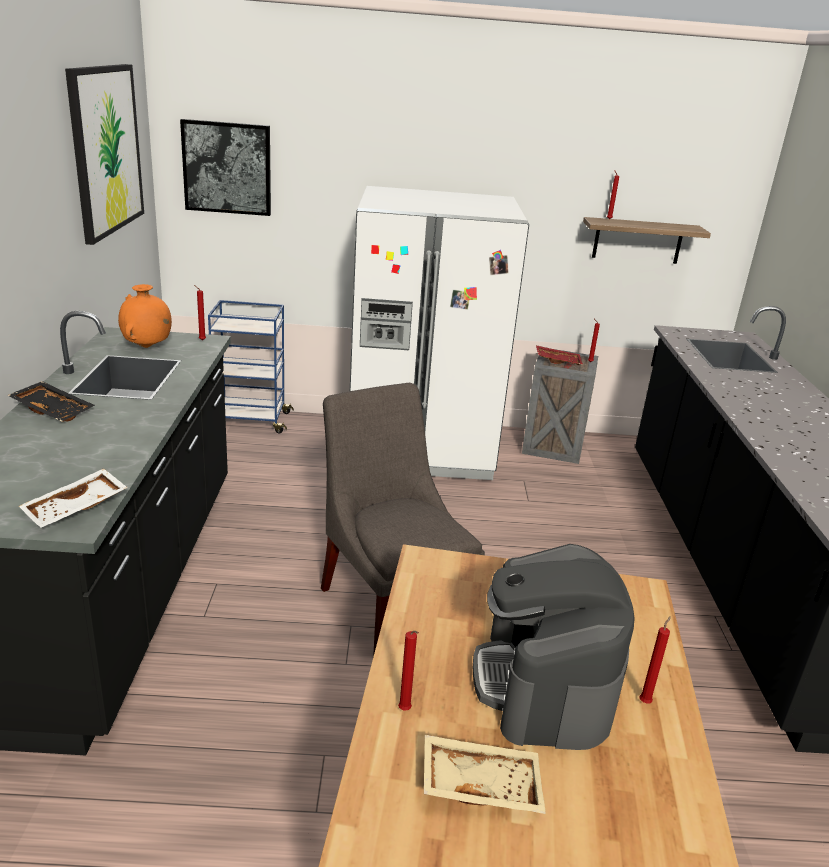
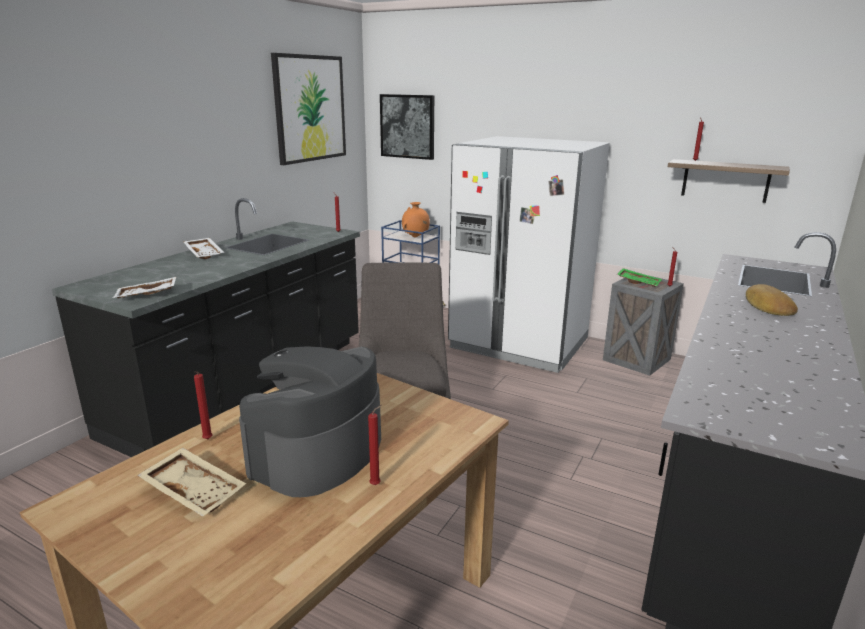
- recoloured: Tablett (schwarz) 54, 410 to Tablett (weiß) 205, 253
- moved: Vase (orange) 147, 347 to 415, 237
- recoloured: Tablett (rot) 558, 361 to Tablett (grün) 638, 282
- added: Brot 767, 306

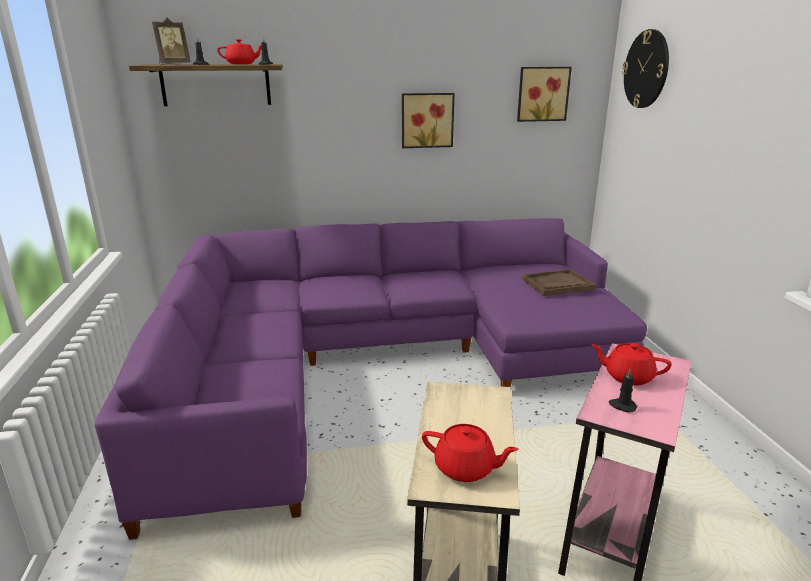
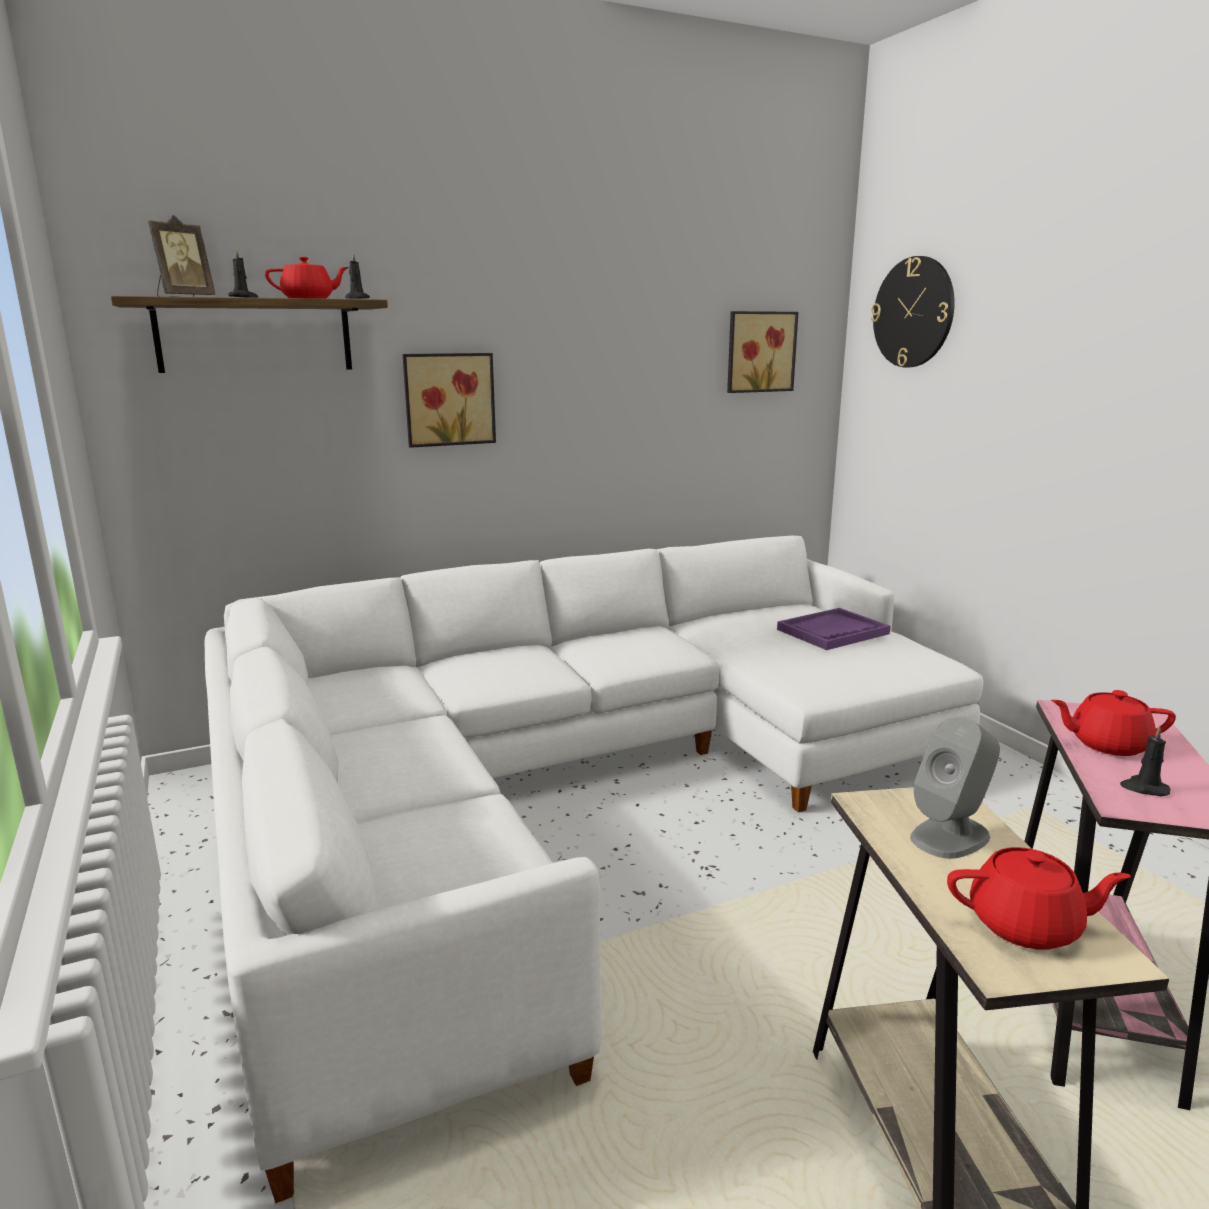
- recoloured: Sofa (lila) 378, 362 to Sofa (weiß) 575, 789
- moved: Bild 427, 120 to 448, 399
- recoloured: Tablett (braun) 557, 284 to Tablett (lila) 832, 632
- added: Lautsprecher (grau) 950, 836

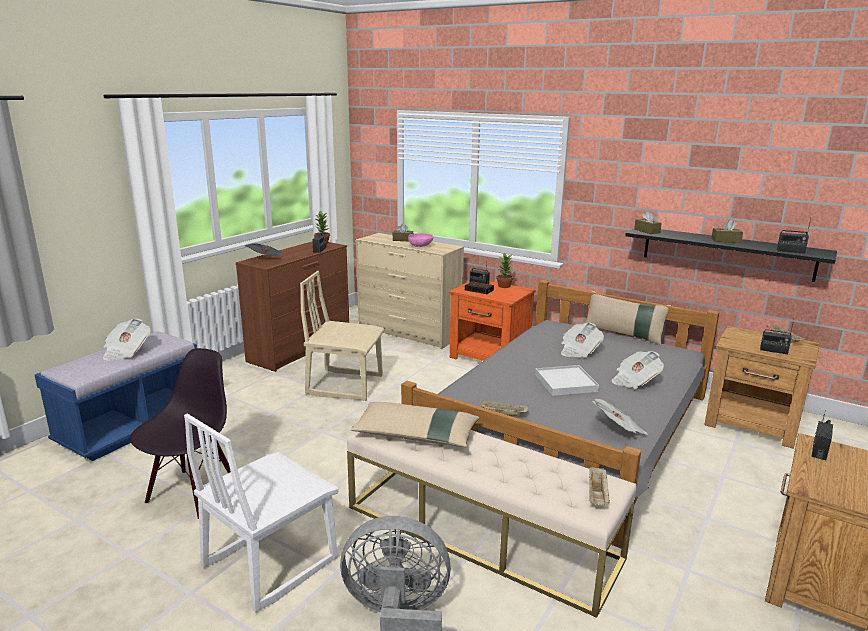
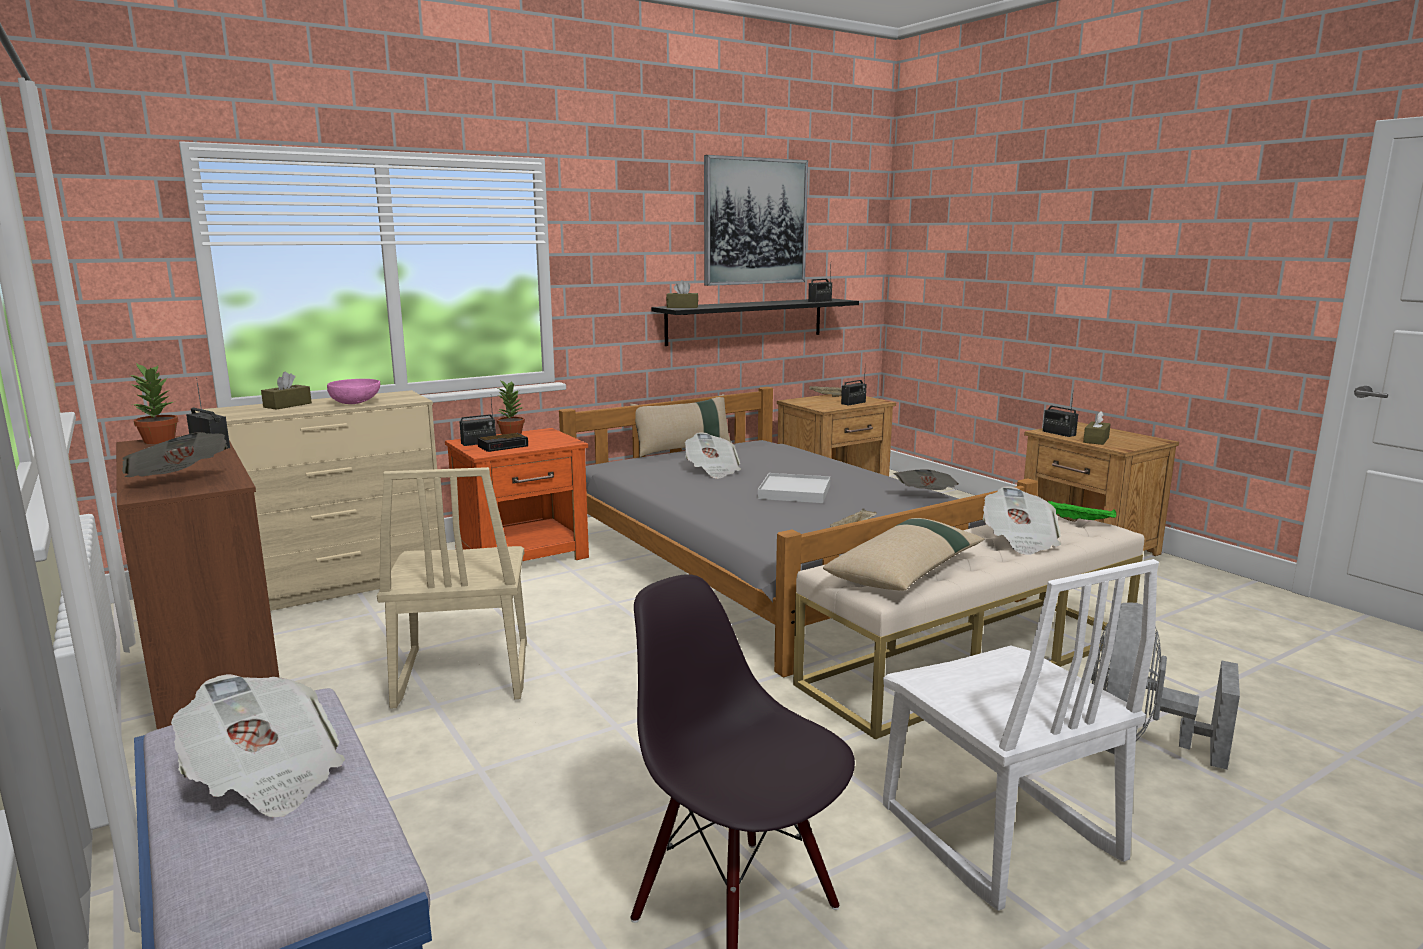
- turned: Stuhl (beige) 345, 385 = 461, 676 45 degrees counterclockwise
- added: Bild 755, 221
- moved: Zeitung 634, 381 to 1019, 541
- recoloured: Tablett (beige) 597, 495 to Tablett (grün) 1080, 521
- moved: Taschentuchbox (braun) 726, 240 to 1096, 440

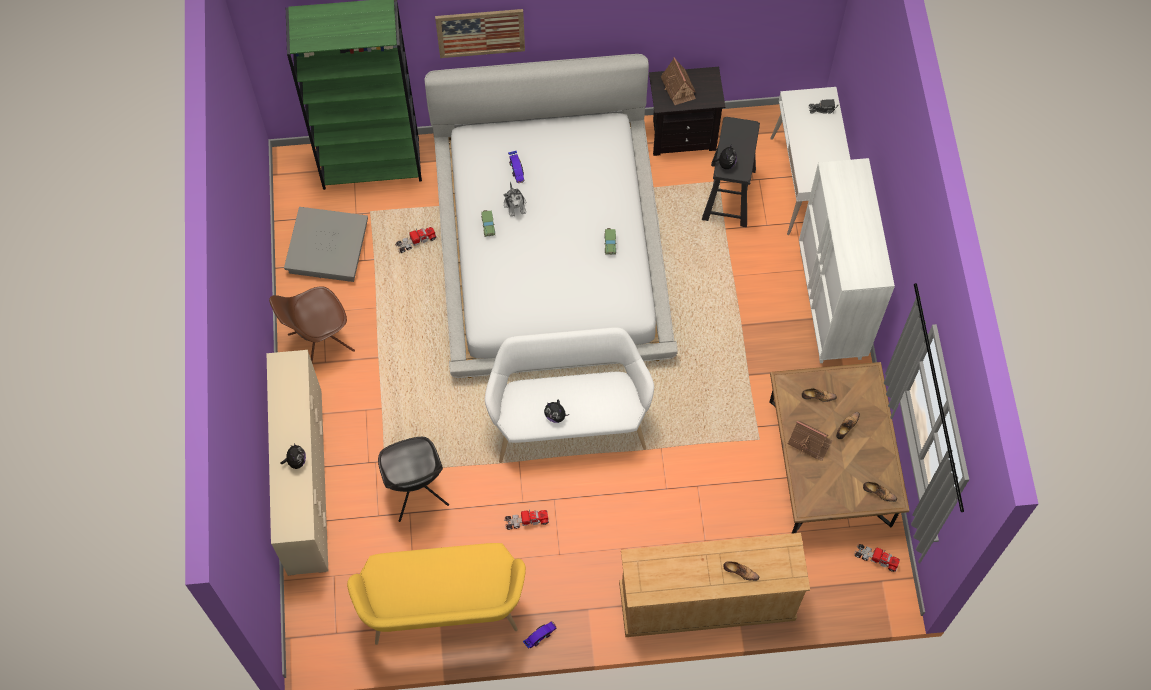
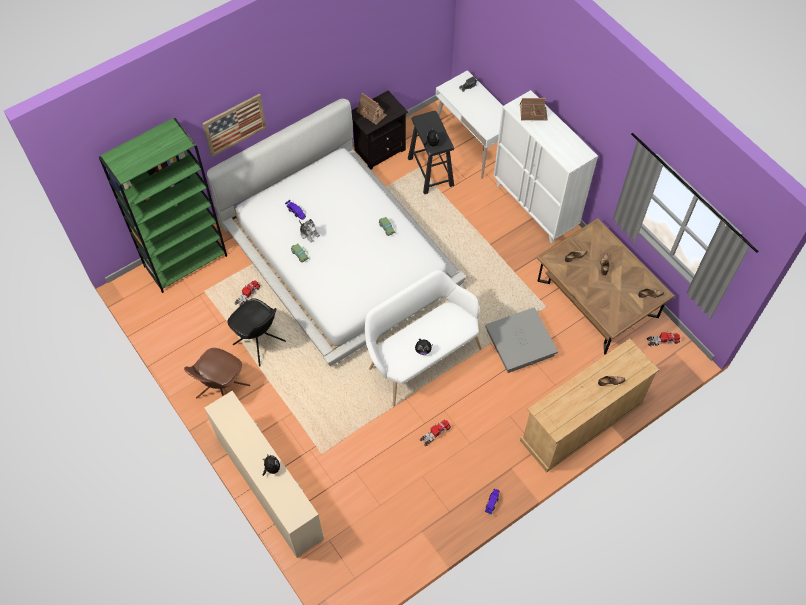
- moved: Stuhl (schwarz) 416, 492 to 260, 343
- moved: Aufbewahrungsbox (grau) 327, 248 to 519, 343
- moved: Spielzeughaus 809, 442 to 532, 113
- removed: Bank (gelb) 444, 612

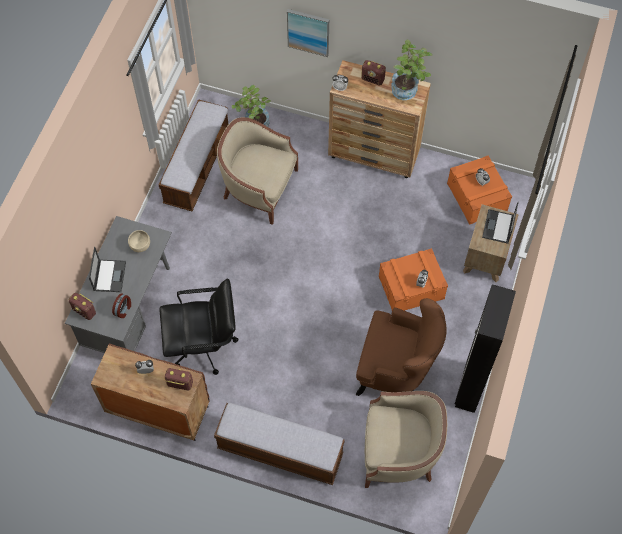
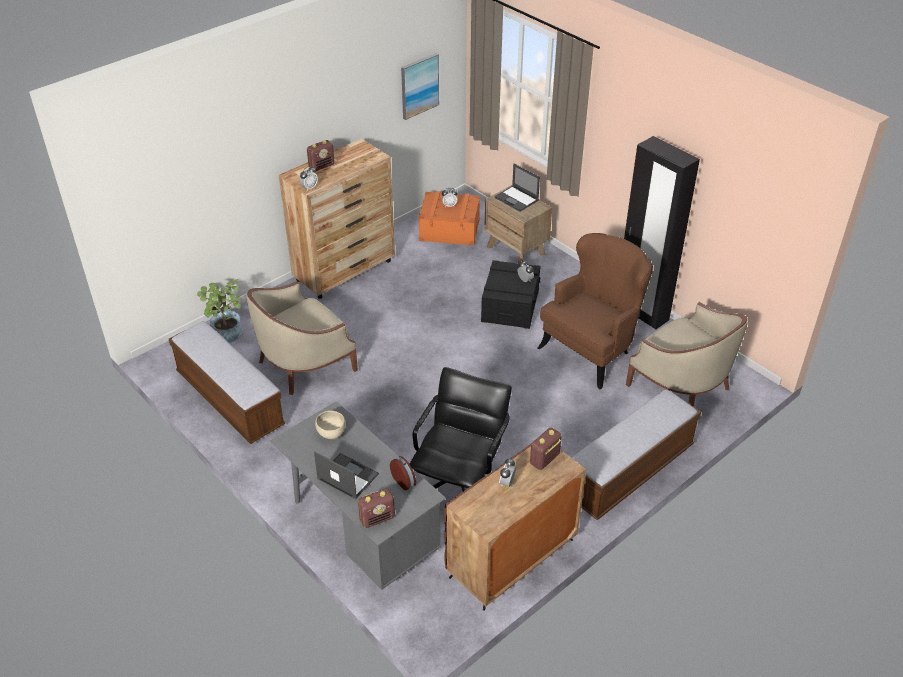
- moved: Bild 308, 32 to 419, 86
- recoloured: Aufbewahrungsbox (orange) 411, 287 to Aufbewahrungsbox (schwarz) 510, 306
- turned: Sessel (beige) 399, 452 = 681, 384 105 degrees clockwise
- removed: Topfpflanze 408, 91

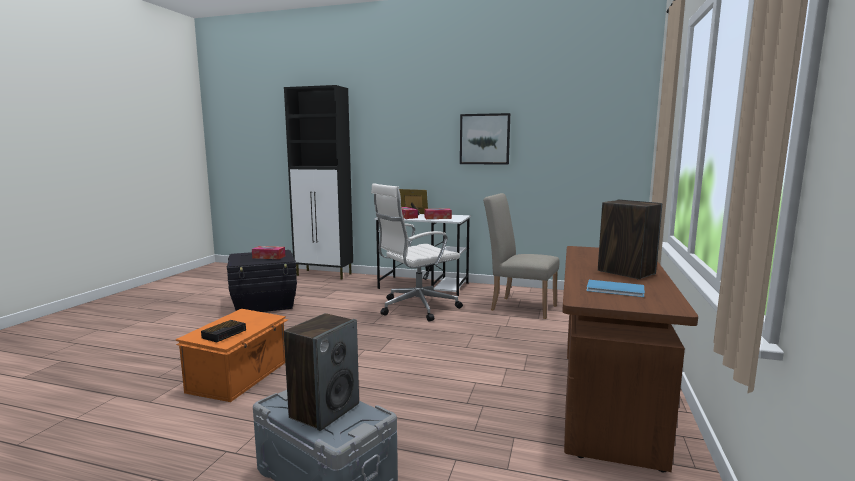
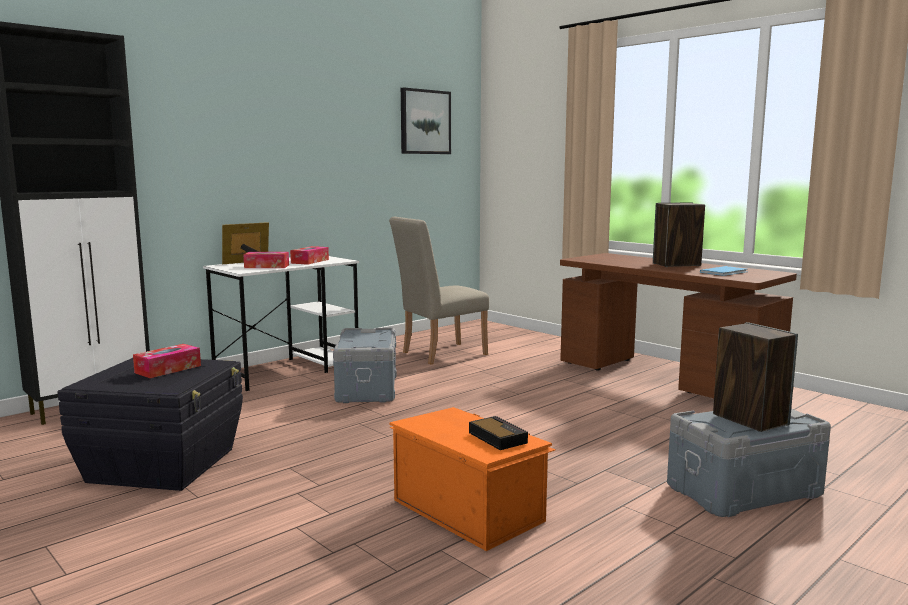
- replaced: Bürostuhl (weiß) 416, 308 to Aufbewahrungsbox (grau) 366, 388
- moved: Bild 484, 139 to 425, 122

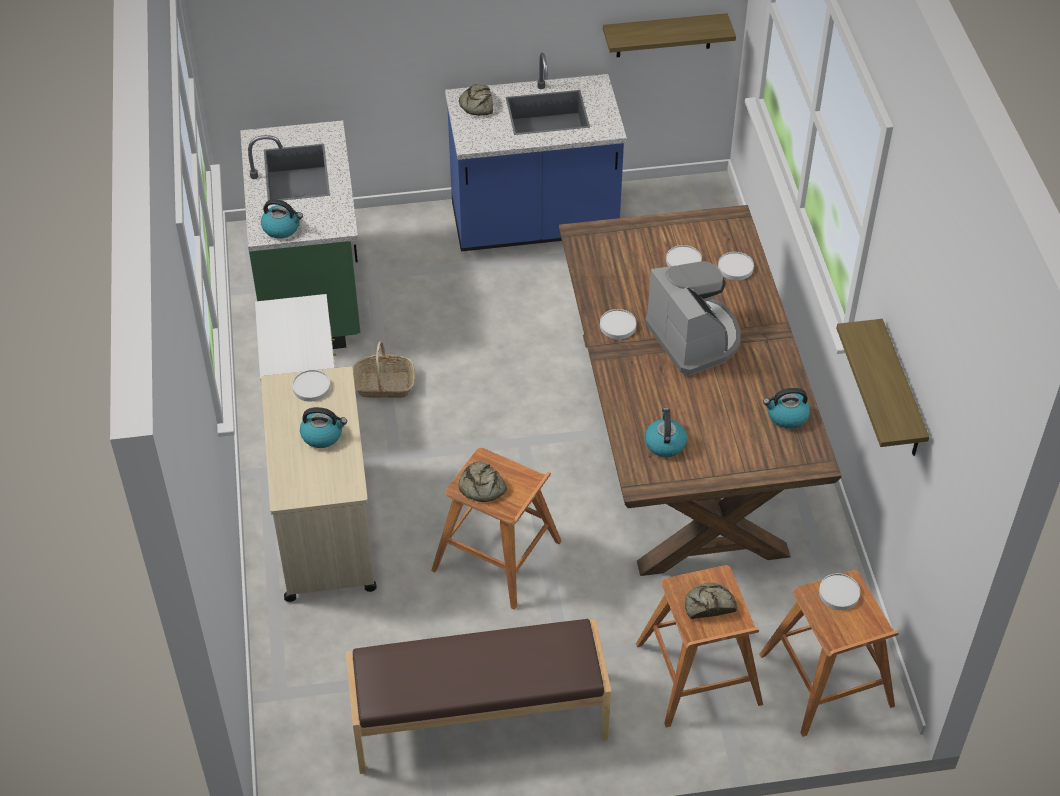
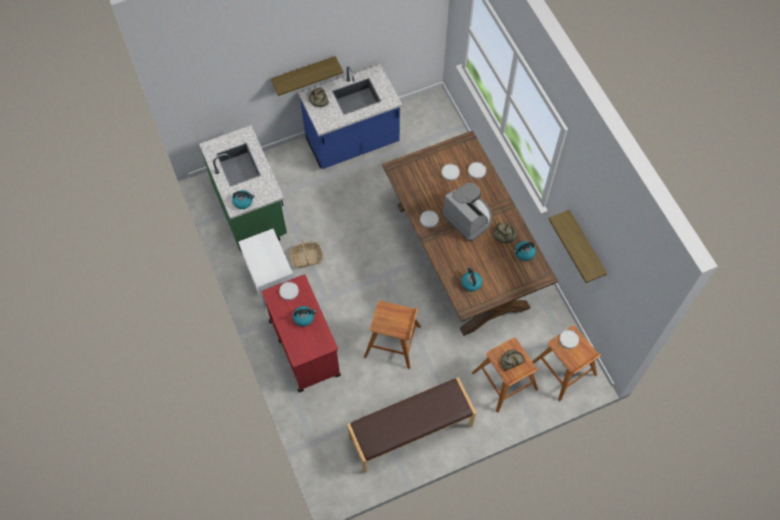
- recoloured: Rollwagen (beige) 325, 528 to Rollwagen (rot) 304, 347
- moved: Wandregal 664, 35 to 304, 73
- moved: Brot 481, 487 to 504, 234

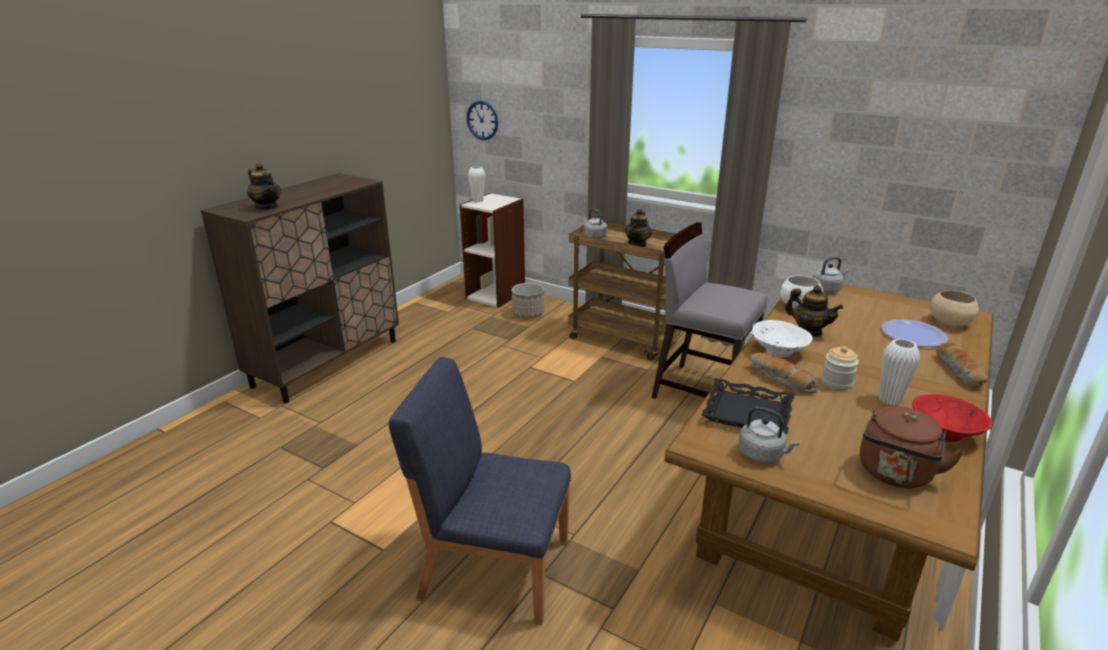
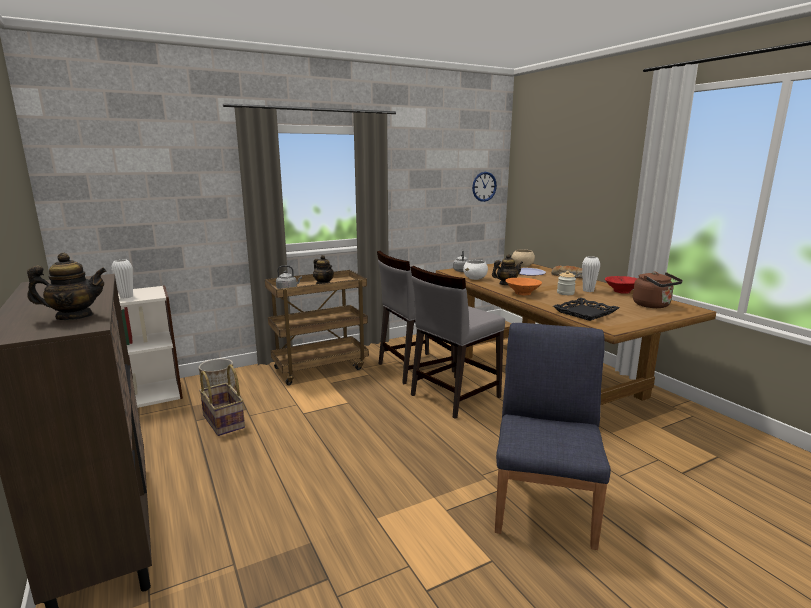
- added: Korb 224, 421
- added: Stuhl (grau) 454, 396
- moved: Wanduhr 482, 120 to 484, 186
- turned: Stuhl (blau) 493, 567 = 544, 503 150 degrees clockwise
- recoloured: Schüssel (weiß) 777, 351 to Schüssel (orange) 522, 293
- removed: Wasserkessel (grau) 763, 455
- removed: Brot 780, 380

